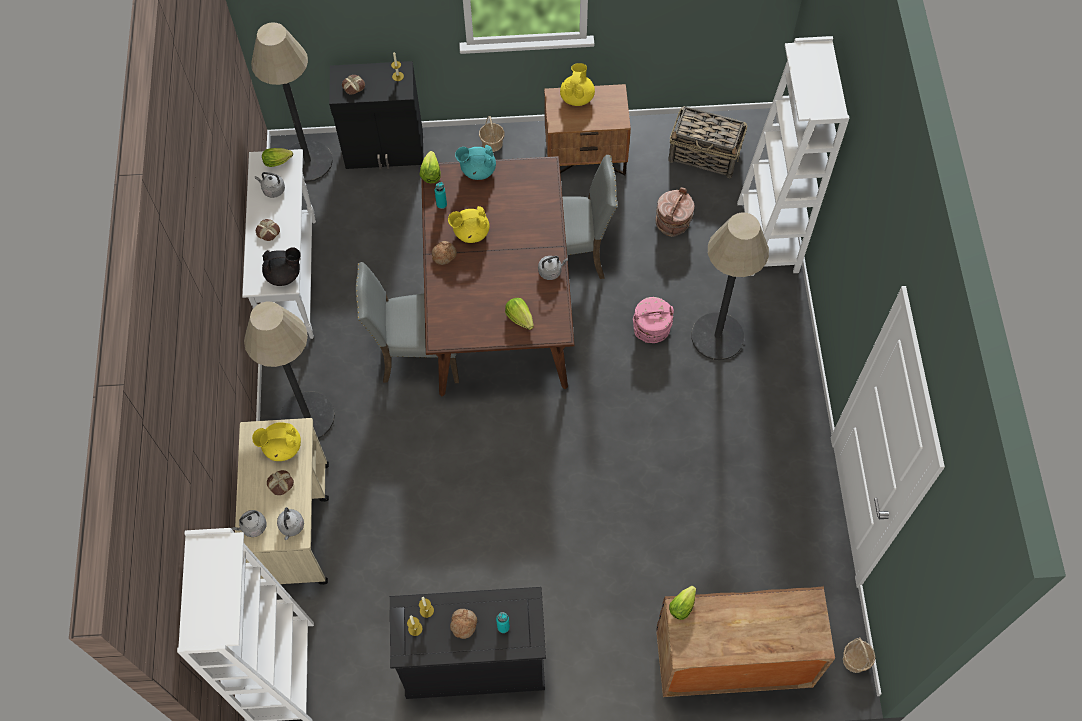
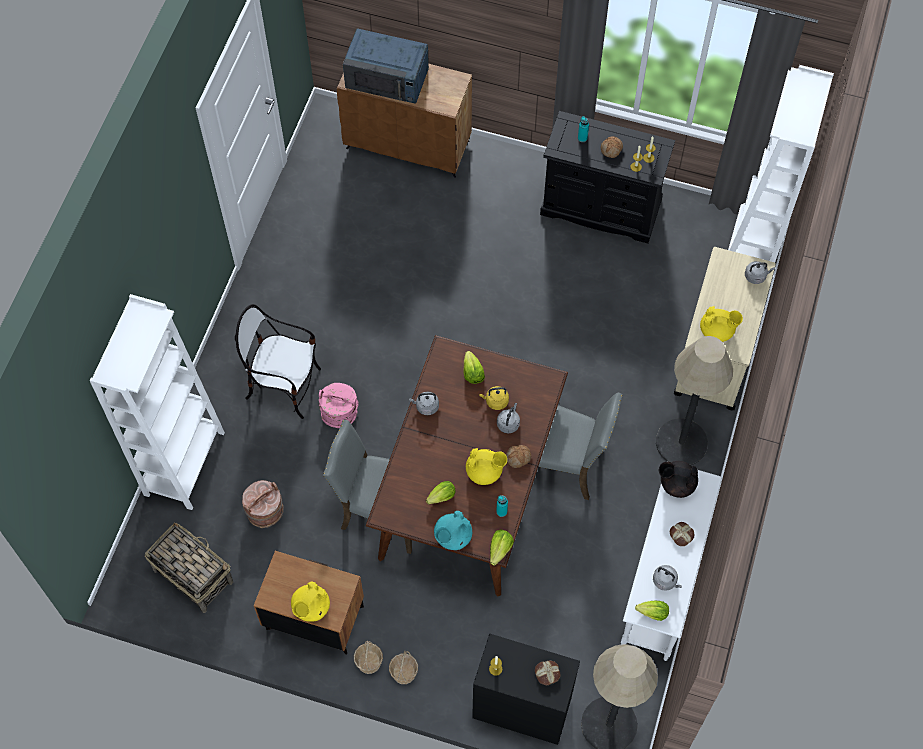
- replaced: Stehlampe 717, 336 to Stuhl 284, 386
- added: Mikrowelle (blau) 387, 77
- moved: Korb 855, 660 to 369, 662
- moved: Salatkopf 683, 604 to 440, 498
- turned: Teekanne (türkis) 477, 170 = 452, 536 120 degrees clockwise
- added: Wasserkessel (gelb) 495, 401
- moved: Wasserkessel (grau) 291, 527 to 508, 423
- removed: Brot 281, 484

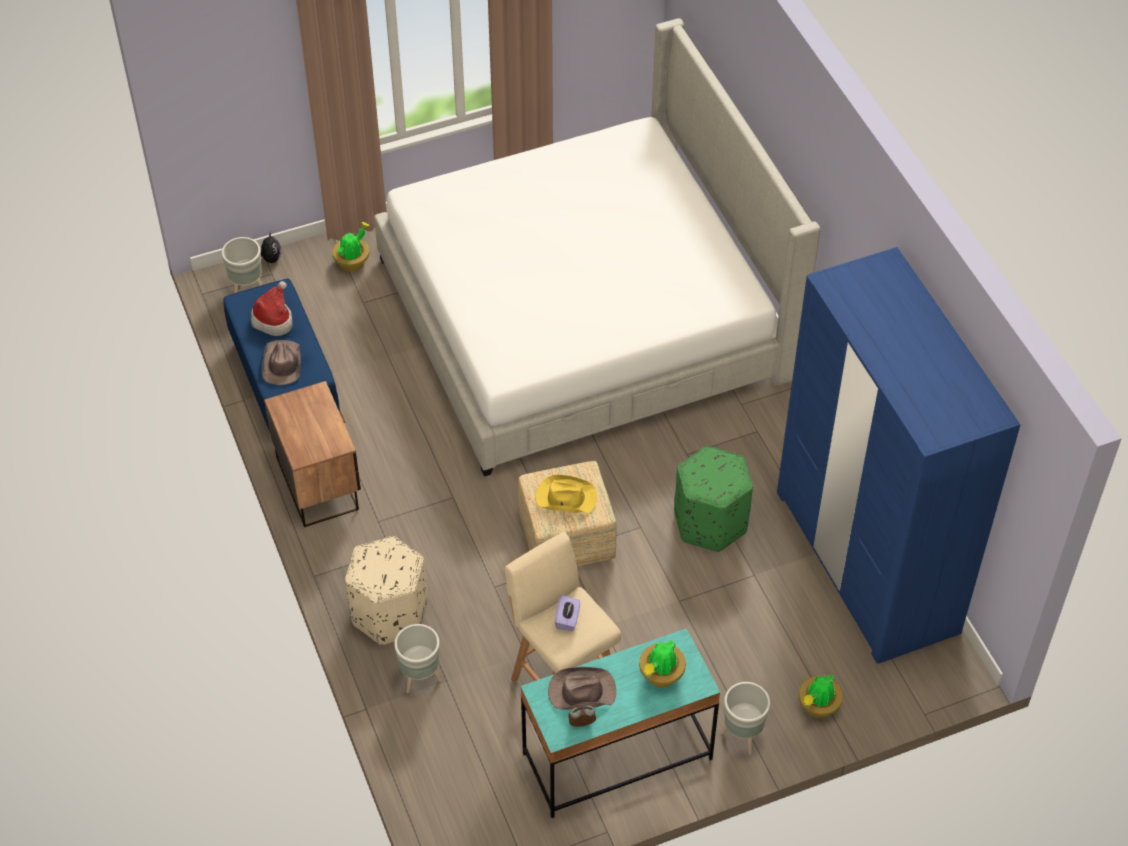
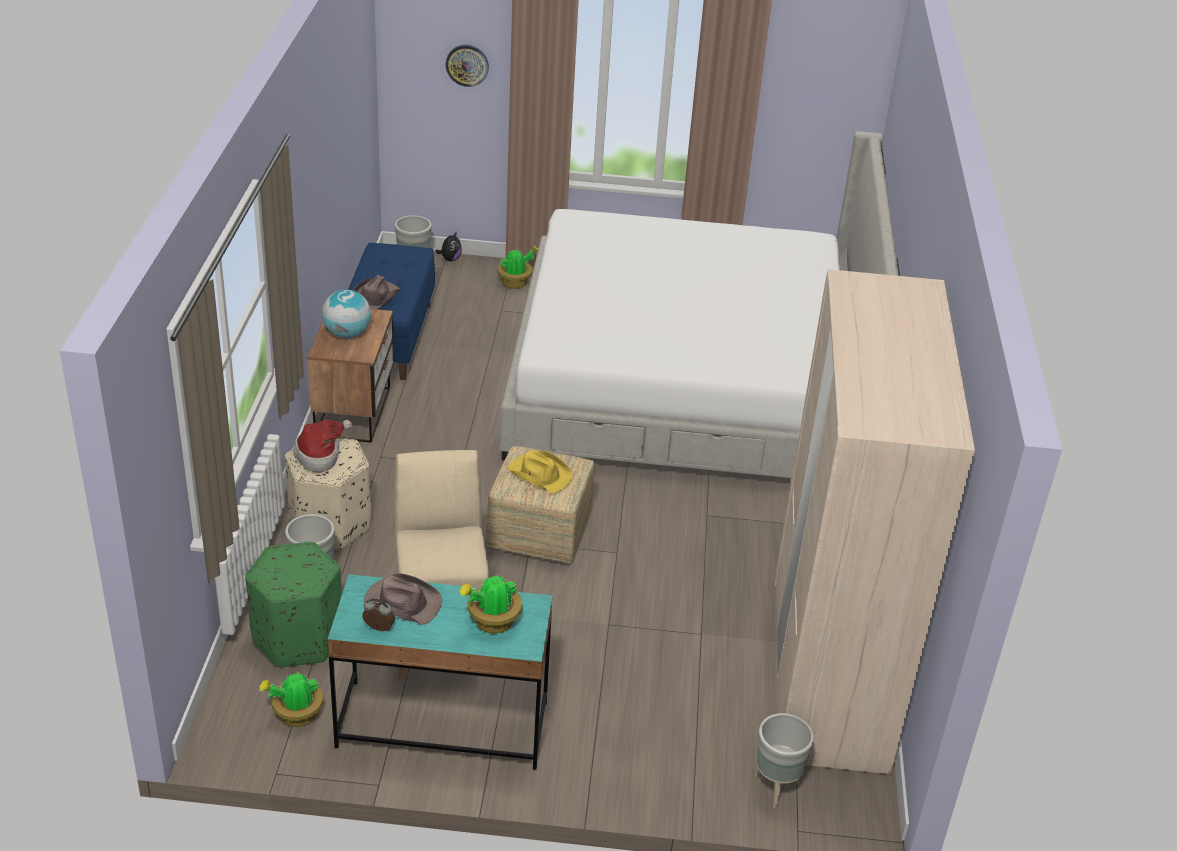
- moved: Polsterhocker (grün) 710, 522 to 298, 638
- moved: Topfpflanze 817, 707 to 296, 716
- moved: Hut 274, 318 to 320, 455
- added: Globus 347, 334
- added: Wanduhr 467, 65
- moved: Pflanzkübel (grau) 742, 736 to 775, 788
- recoloured: Kleiderschrank (blau) 866, 561 to Kleiderschrank (beige) 828, 669
- removed: Taschentuchbox (lila) 567, 619

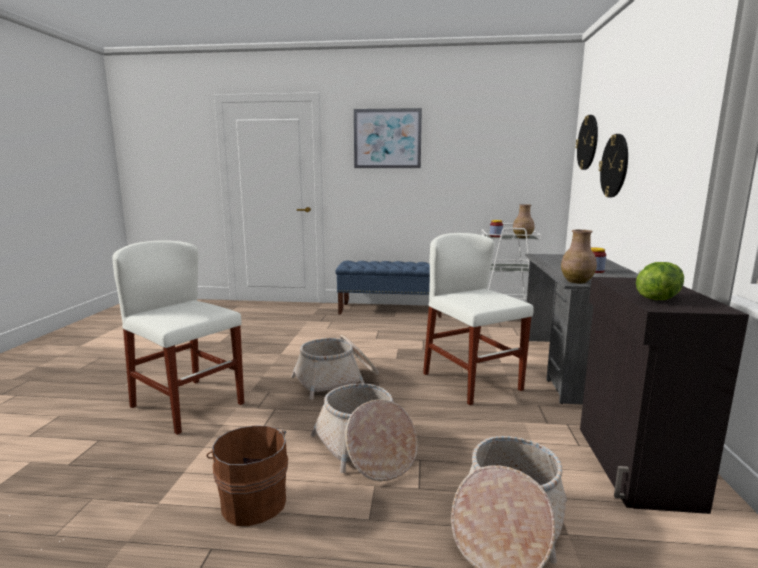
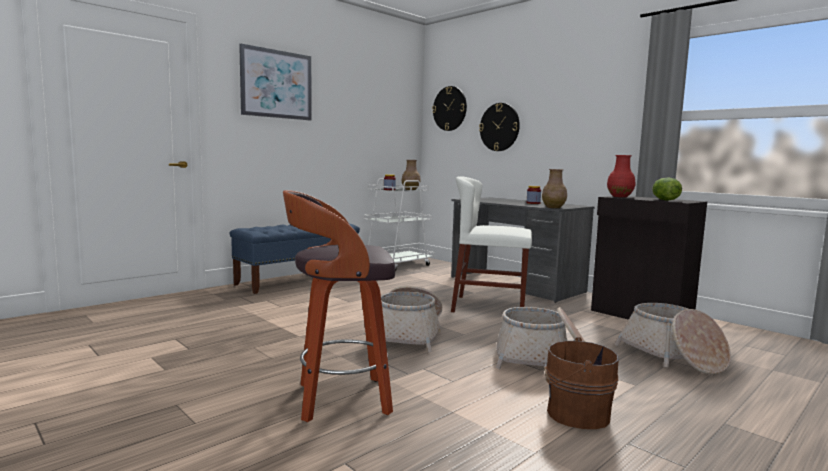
- replaced: Stuhl (weiß) 188, 405 to Hocker 340, 400
- added: Vase (rot) 620, 196

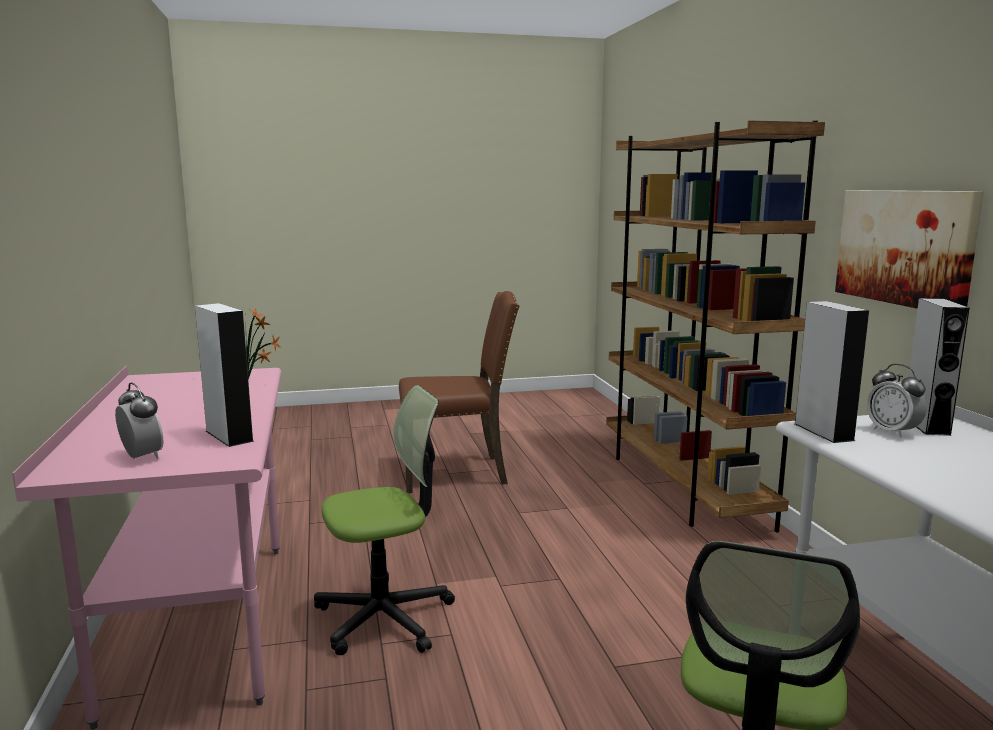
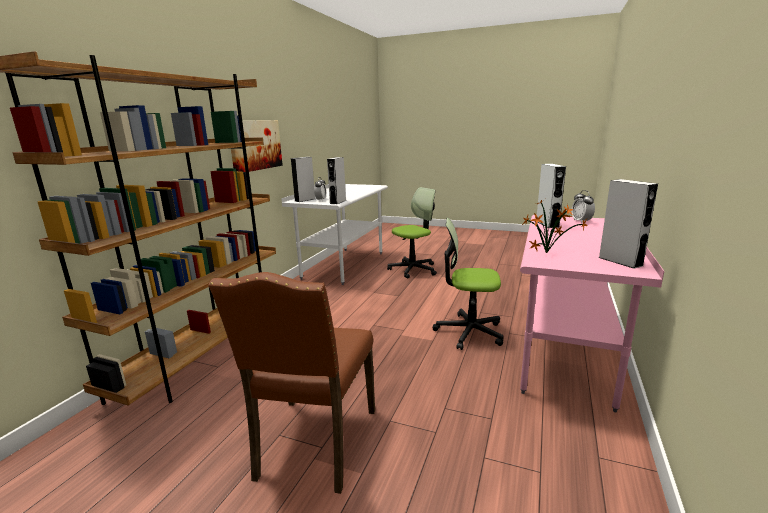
- turned: Stuhl (braun) 456, 472 = 314, 444 105 degrees counterclockwise
- added: Lautsprecher (grau) 620, 261

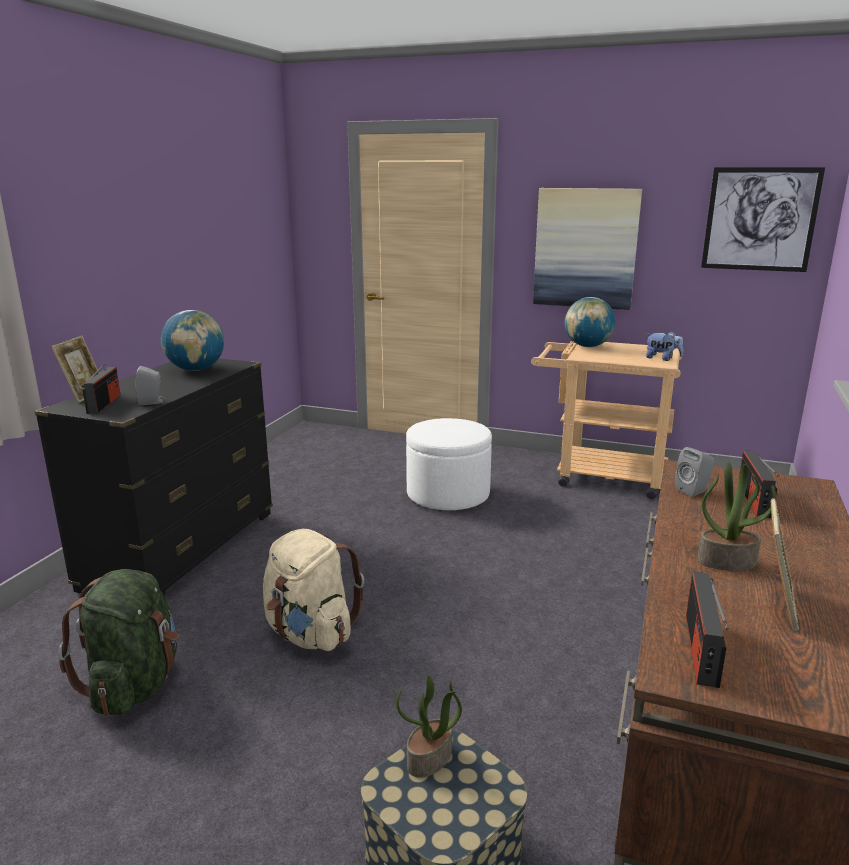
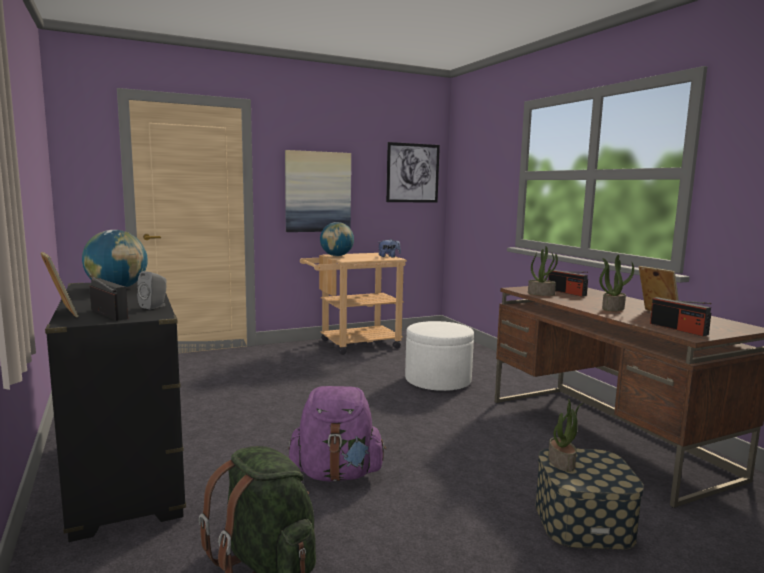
- recoloured: Rucksack (beige) 310, 634 to Rucksack (lila) 336, 474
- moved: Polsterhocker (weiß) 448, 494 to 438, 380
- replaced: Lautsprecher (grau) 694, 490 to Topfpflanze 541, 294

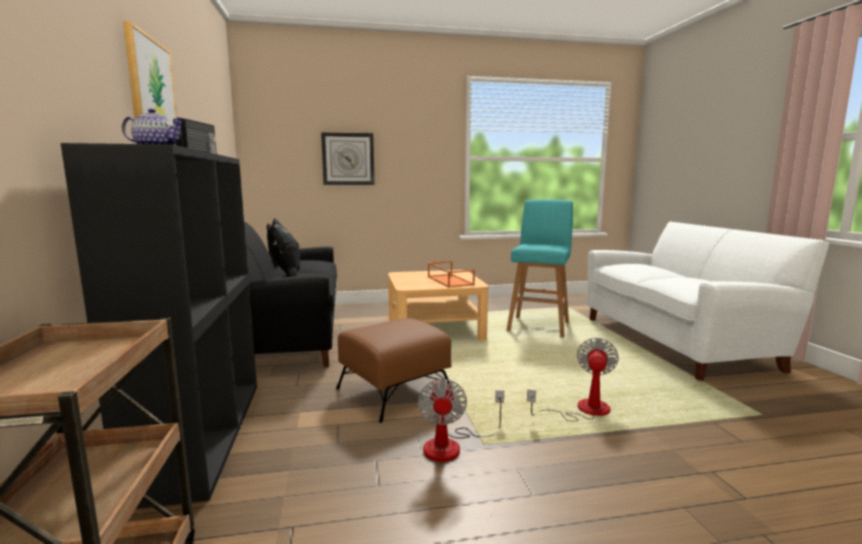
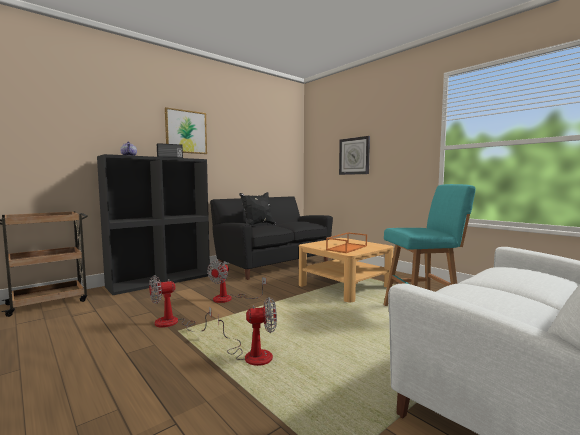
- replaced: Polsterhocker (braun) 395, 391 to Ventilator 229, 298

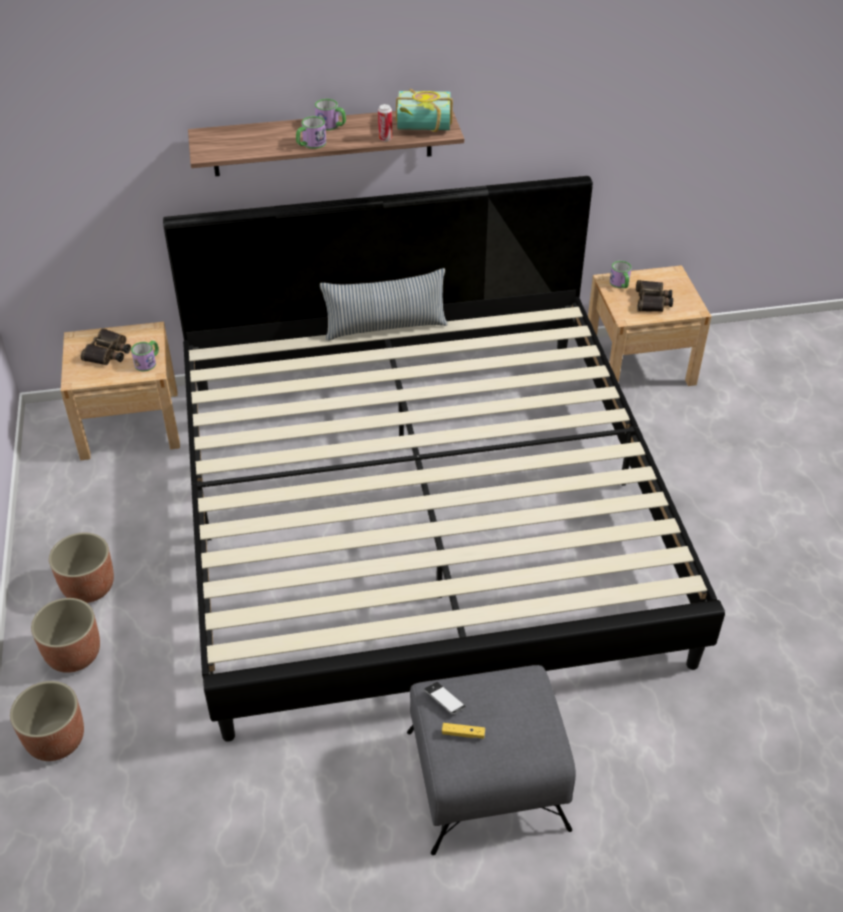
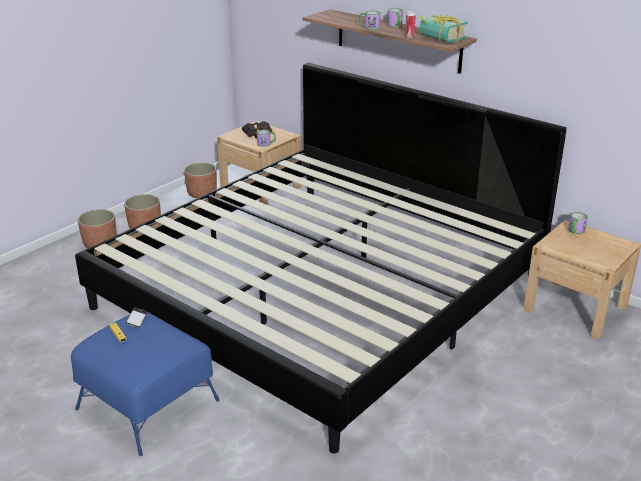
- recoloured: Polsterhocker (grau) 488, 779 to Polsterhocker (blau) 148, 405
- moved: Pflanzkübel 56, 740 to 202, 194
- removed: Kissen 385, 327
- removed: Fernglas 653, 301

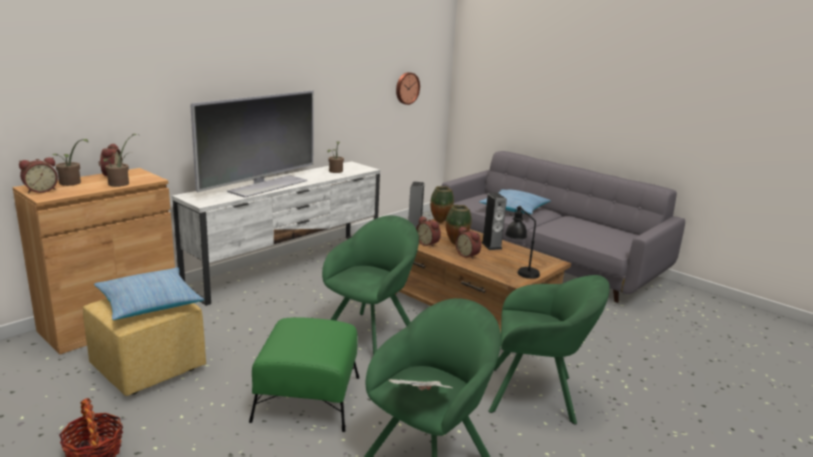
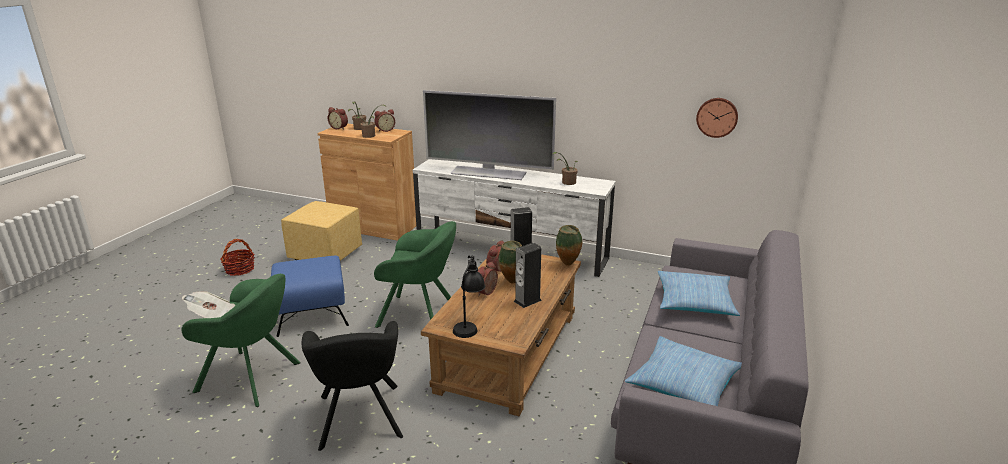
- recoloured: Polsterhocker (grün) 306, 399 to Polsterhocker (blau) 311, 313
- recoloured: Sessel (grün) 537, 394 to Sessel (schwarz) 360, 420
- moved: Kissen 149, 303 to 684, 383

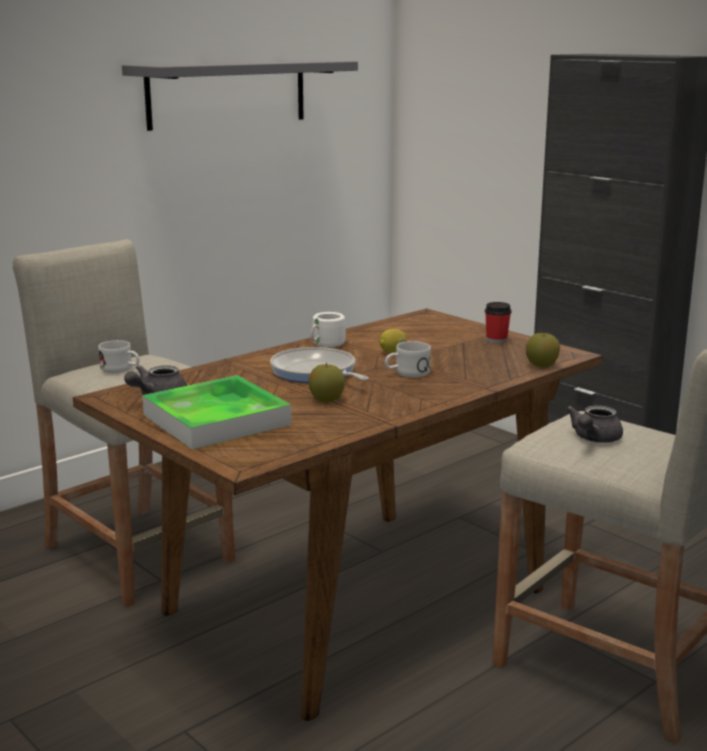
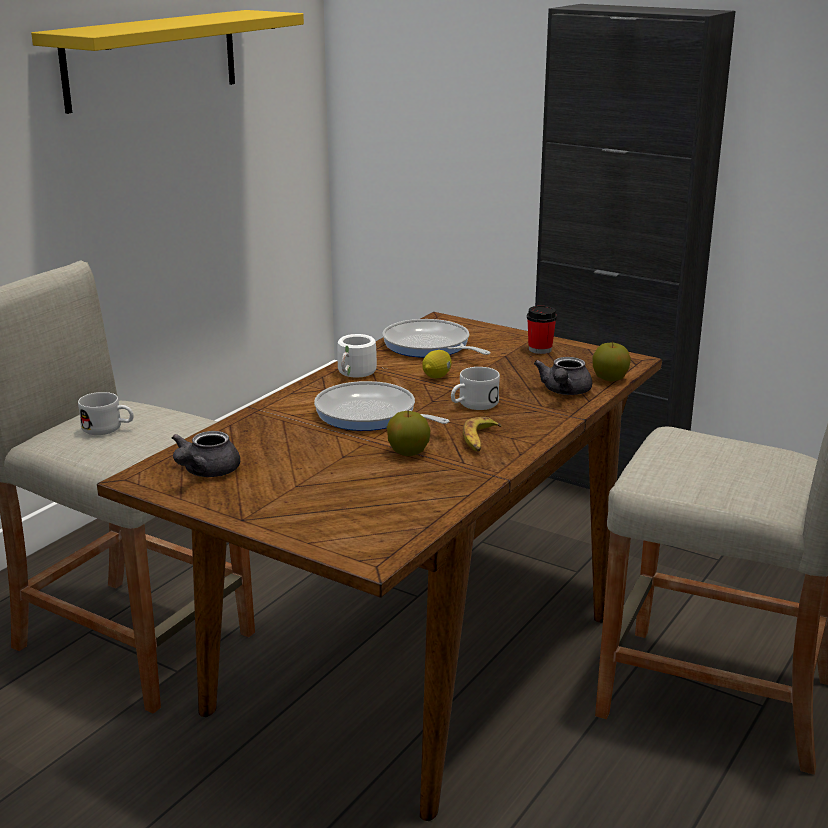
- recoloured: Wandregal (grau) 228, 93 to Wandregal (gelb) 152, 59
- added: Pfanne 429, 346
- added: Banane 479, 440
- moved: Teekanne (grau) 593, 439 to 564, 392
- removed: Tablett 216, 420

